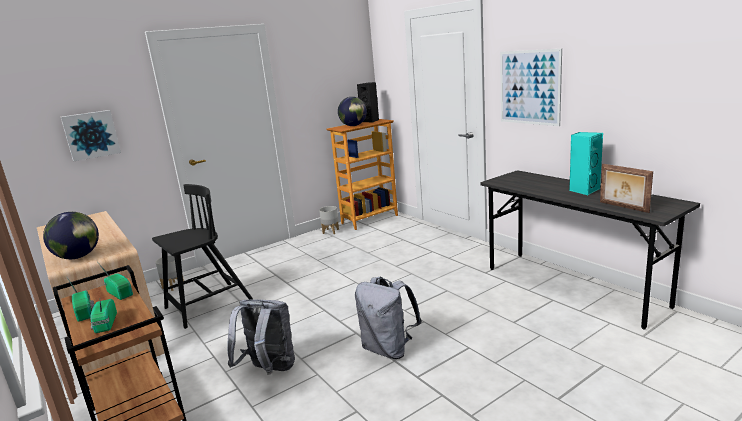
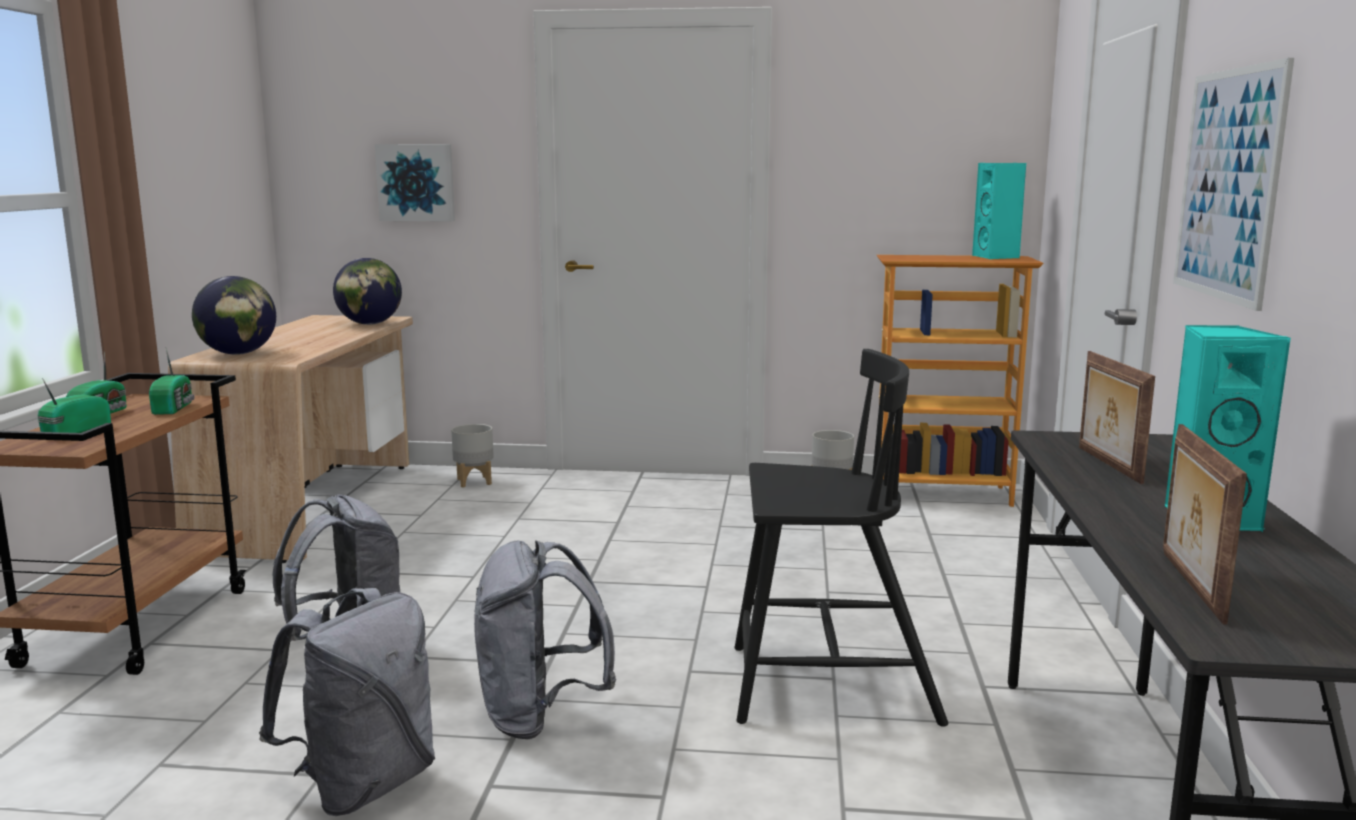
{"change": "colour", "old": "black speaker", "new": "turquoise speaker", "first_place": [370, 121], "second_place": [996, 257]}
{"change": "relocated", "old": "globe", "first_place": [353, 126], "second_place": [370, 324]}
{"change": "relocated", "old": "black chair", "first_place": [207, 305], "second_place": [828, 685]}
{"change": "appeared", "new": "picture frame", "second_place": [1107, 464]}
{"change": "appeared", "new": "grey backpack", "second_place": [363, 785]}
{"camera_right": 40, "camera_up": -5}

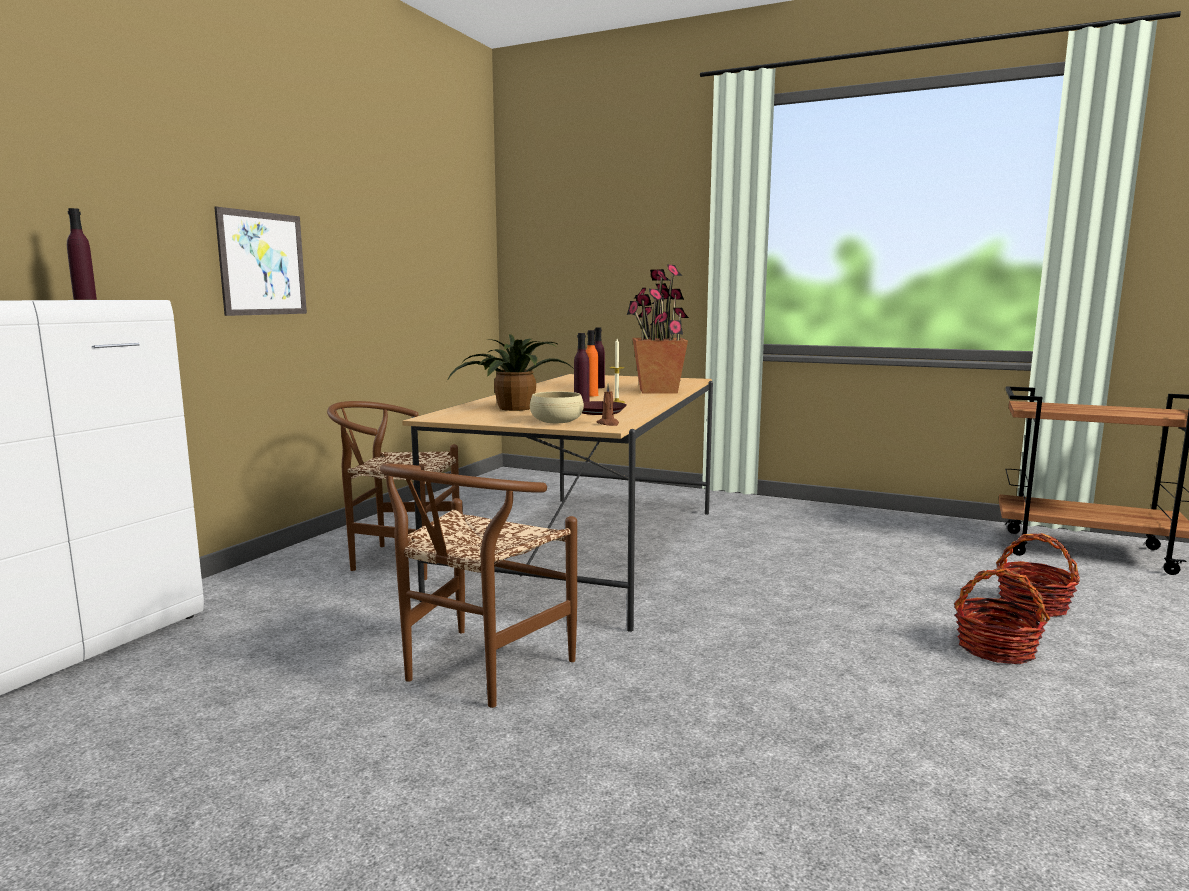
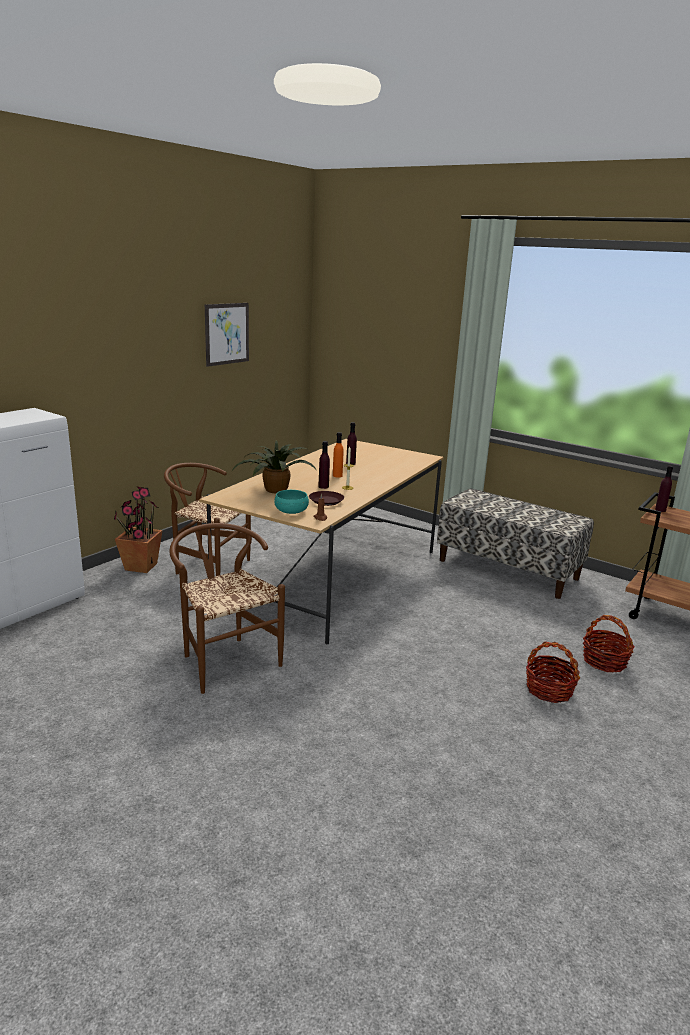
{"change": "relocated", "old": "picture", "first_place": [262, 263], "second_place": [227, 334]}
{"change": "relocated", "old": "purple bottle", "first_place": [85, 299], "second_place": [660, 510]}
{"change": "relocated", "old": "potted plant", "first_place": [657, 391], "second_place": [140, 566]}
{"change": "colour", "old": "beige bowl", "new": "turquoise bowl", "first_place": [557, 421], "second_place": [291, 510]}
{"change": "spun", "old": "brown chair", "first_place": [476, 672], "second_place": [225, 659], "degrees": 105}
{"change": "appeared", "new": "bench", "second_place": [508, 569]}
{"camera_right": 10, "camera_up": 10}

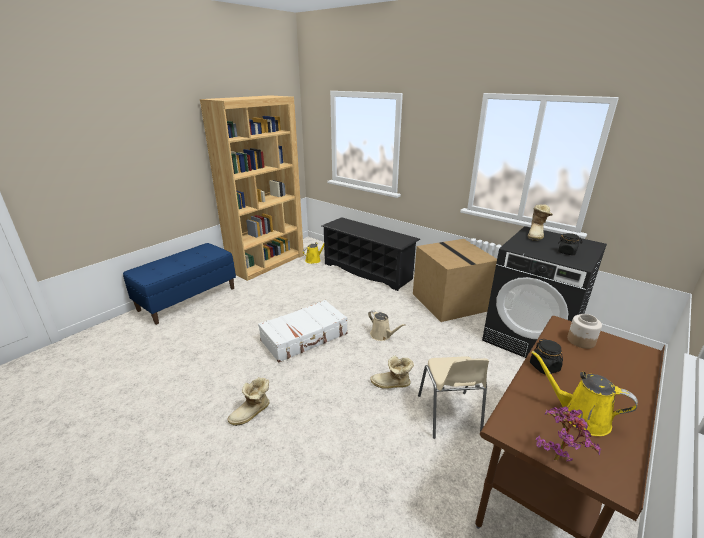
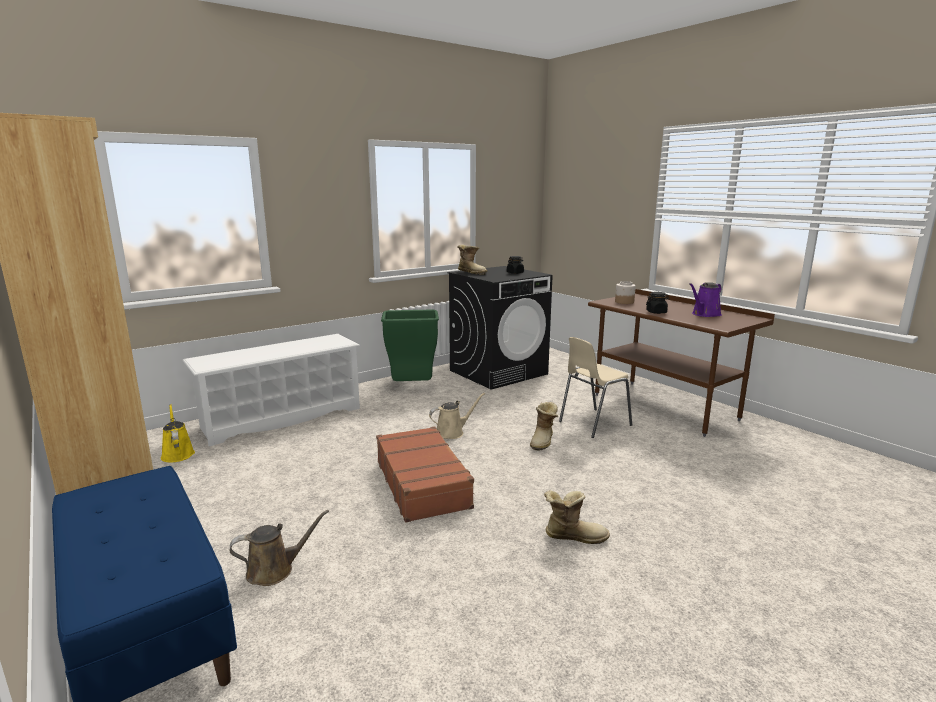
{"change": "colour", "old": "black shoe rack", "new": "white shoe rack", "first_place": [368, 271], "second_place": [282, 418]}
{"change": "exchanged", "old": "cardboard box", "new": "green trash can", "first_place": [451, 302], "second_place": [413, 388]}
{"change": "colour", "old": "white suitcase", "new": "brown suitcase", "first_place": [305, 337], "second_place": [423, 483]}
{"change": "colour", "old": "yellow watering can", "new": "purple watering can", "first_place": [580, 416], "second_place": [704, 314]}
{"change": "spun", "old": "beige chair", "first_place": [449, 416], "second_place": [593, 423], "degrees": 135}
{"change": "spun", "old": "boot", "first_place": [252, 413], "second_place": [574, 536], "degrees": -60}
{"change": "missing", "old": "potted plant", "first_place": [557, 456]}
{"change": "appeared", "new": "brown watering can", "second_place": [275, 570]}
{"camera_right": -75, "camera_up": -10}

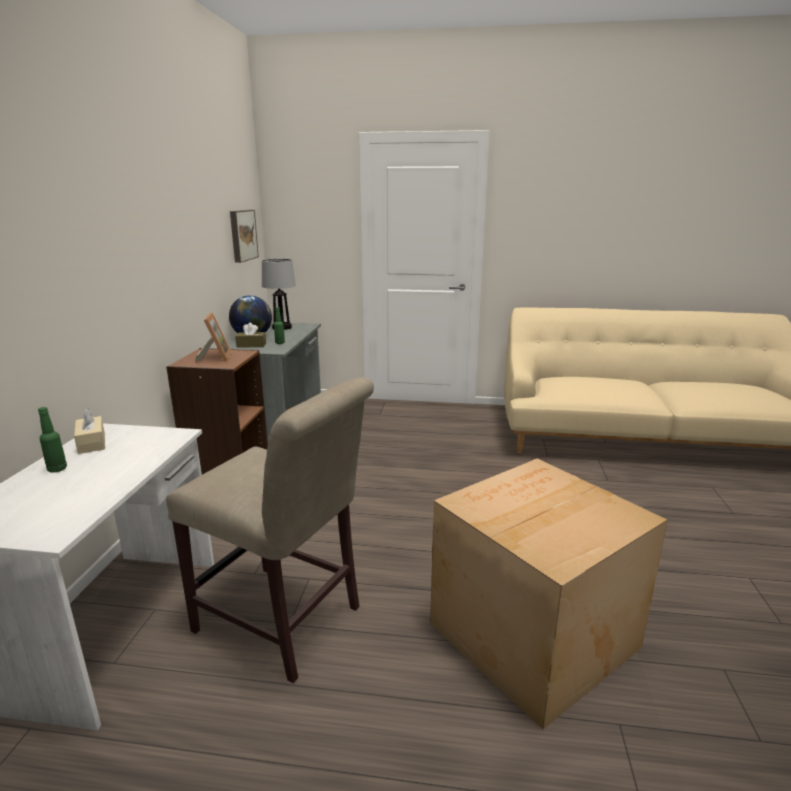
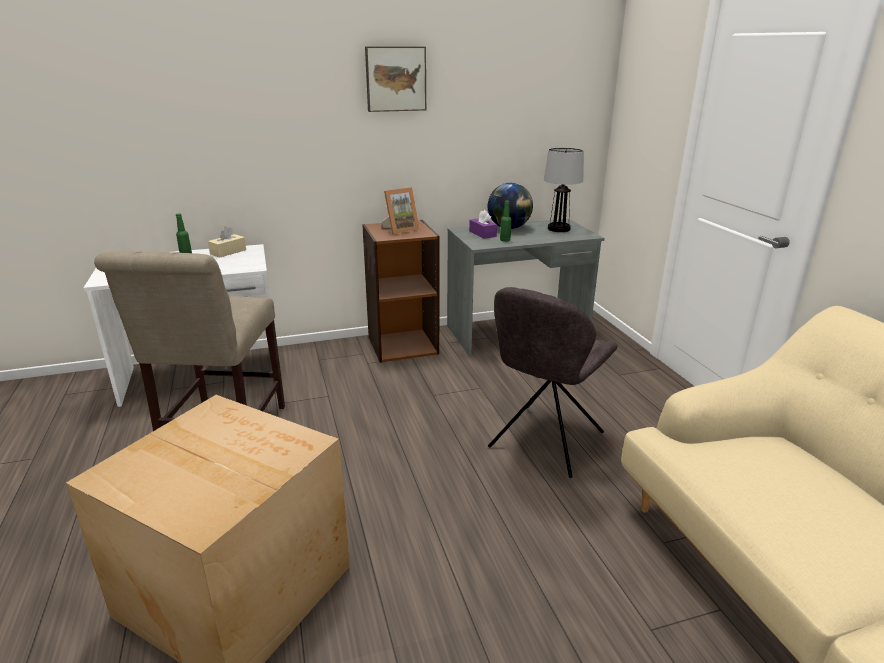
{"change": "relocated", "old": "picture", "first_place": [242, 235], "second_place": [395, 79]}
{"change": "colour", "old": "brown tissue box", "new": "purple tissue box", "first_place": [251, 345], "second_place": [482, 234]}
{"change": "appeared", "new": "grey chair", "second_place": [544, 442]}
{"camera_right": 65, "camera_up": 5}

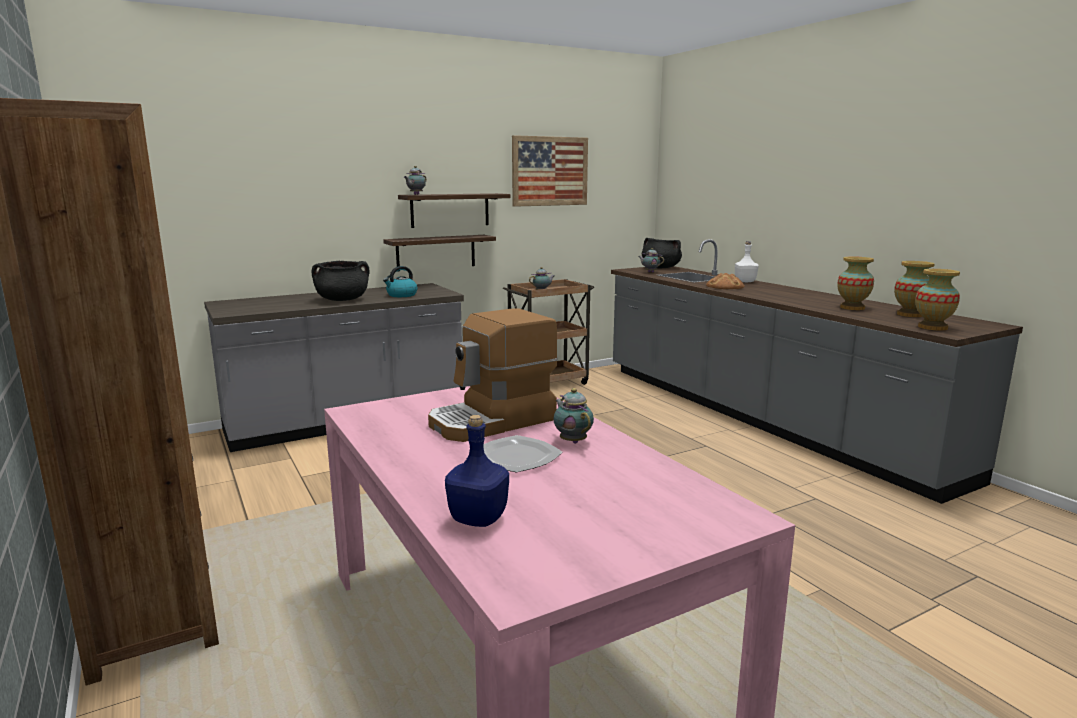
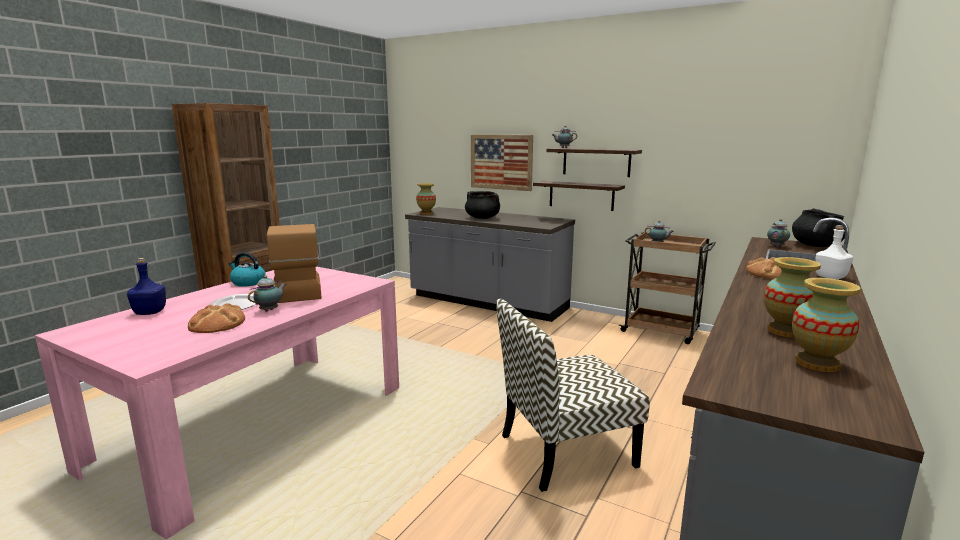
{"change": "relocated", "old": "picture", "first_place": [550, 171], "second_place": [501, 162]}
{"change": "relocated", "old": "kettle", "first_place": [401, 295], "second_place": [247, 282]}
{"change": "relocated", "old": "vase", "first_place": [932, 327], "second_place": [426, 213]}
{"change": "spun", "old": "coffee machine", "first_place": [493, 421], "second_place": [296, 290], "degrees": 45}
{"change": "appeared", "new": "chair", "second_place": [565, 451]}
{"change": "appeared", "new": "bread", "second_place": [217, 324]}
{"camera_right": 60, "camera_up": 0}

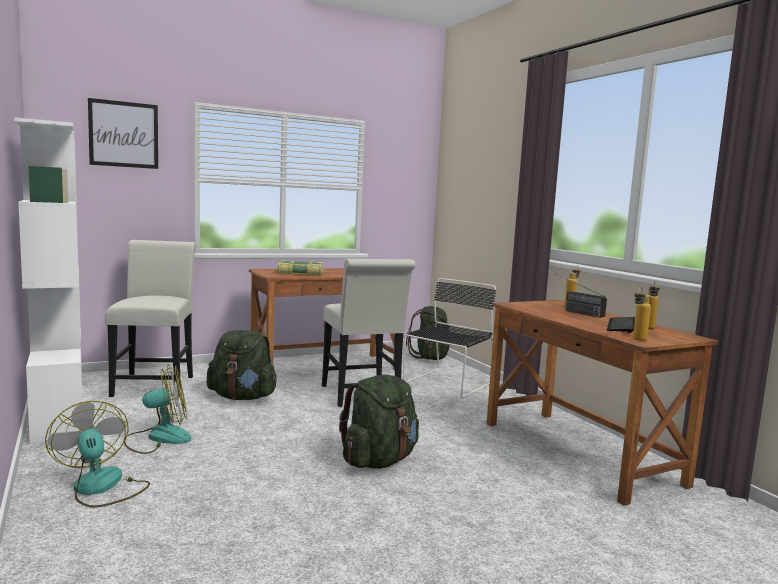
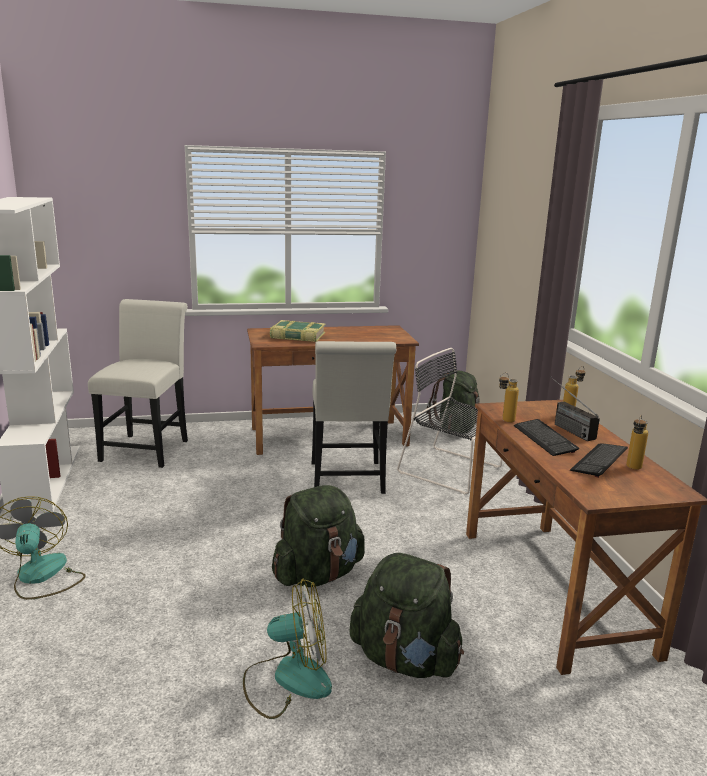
{"change": "missing", "old": "picture", "first_place": [124, 134]}
{"change": "spun", "old": "black chair", "first_place": [447, 384], "second_place": [453, 471], "degrees": -105}
{"change": "relocated", "old": "bottle", "first_place": [637, 340], "second_place": [504, 421]}
{"change": "relocated", "old": "green backpack", "first_place": [242, 397], "second_place": [405, 659]}
{"change": "relocated", "old": "fan", "first_place": [158, 438], "second_place": [288, 679]}
{"change": "appeared", "new": "keyboard", "second_place": [544, 439]}
{"camera_right": 15, "camera_up": 10}

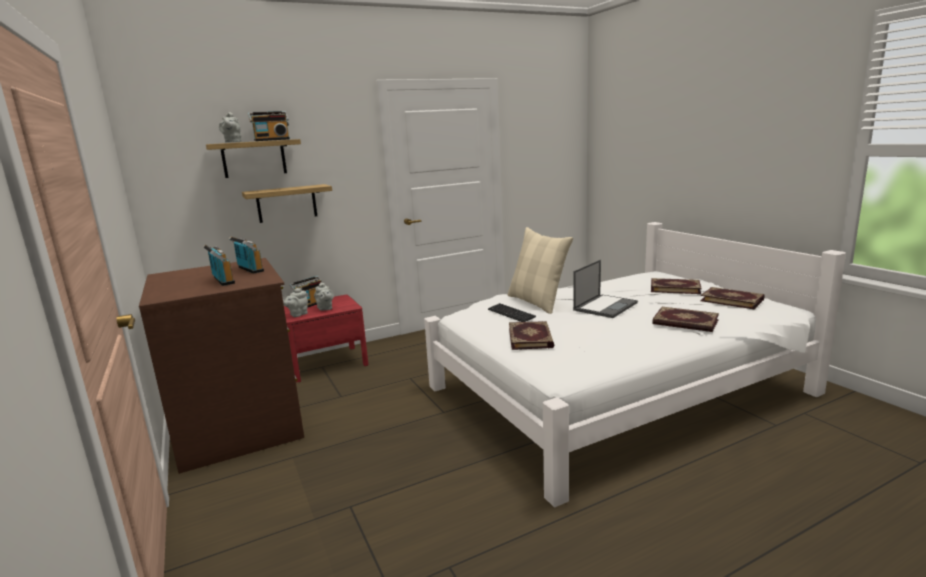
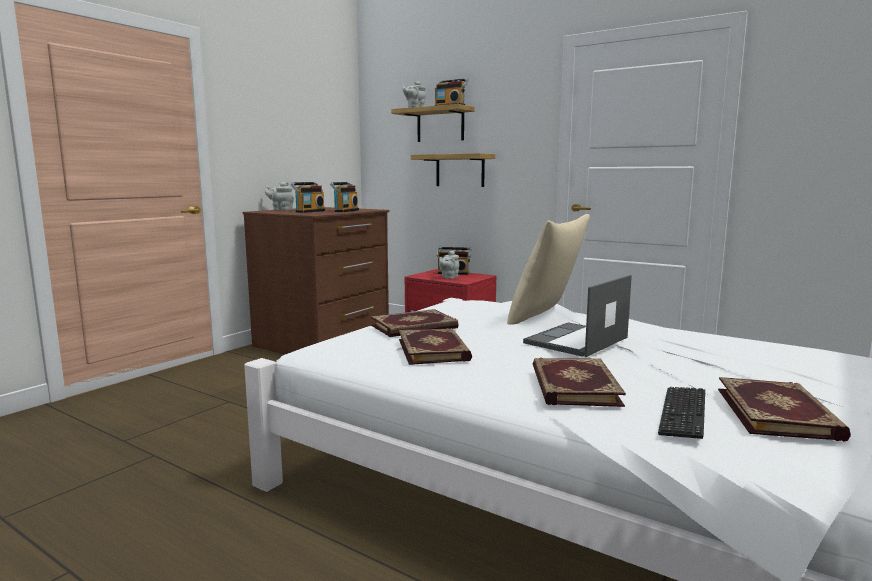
{"change": "spun", "old": "laptop", "first_place": [605, 306], "second_place": [576, 341], "degrees": 120}
{"change": "relocated", "old": "book", "first_place": [675, 288], "second_place": [434, 349]}
{"change": "relocated", "old": "grey teapot", "first_place": [297, 314], "second_place": [281, 210]}
{"change": "relocated", "old": "keyboard", "first_place": [511, 314], "second_place": [683, 414]}
{"camera_right": 60, "camera_up": -5}

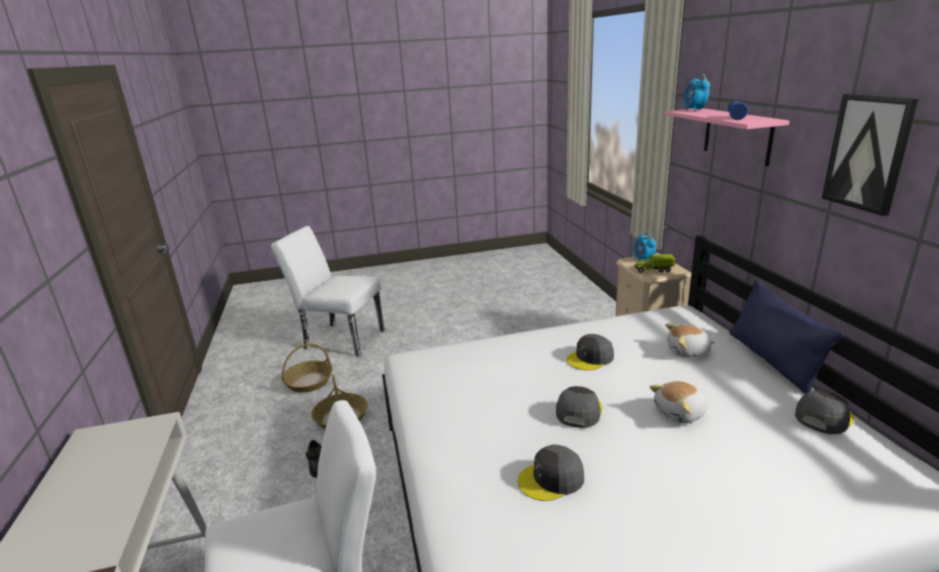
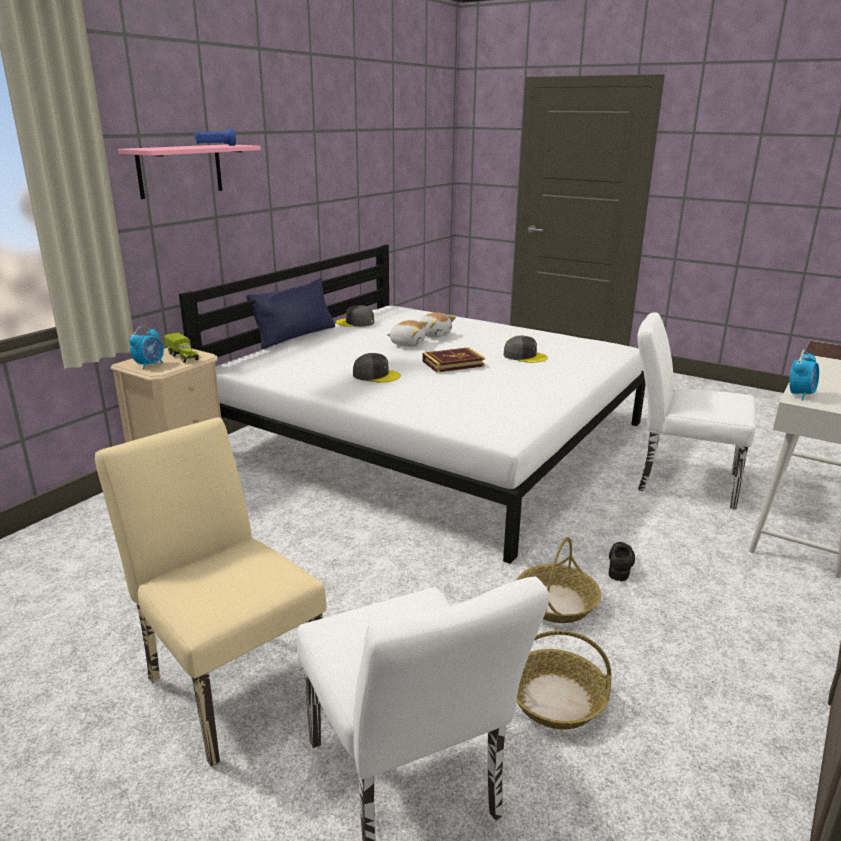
{"change": "relocated", "old": "alarm clock", "first_place": [694, 110], "second_place": [800, 395]}
{"change": "missing", "old": "picture", "first_place": [868, 153]}
{"change": "relocated", "old": "plush toy", "first_place": [688, 352], "second_place": [434, 335]}
{"change": "exchanged", "old": "grey cap", "new": "book", "first_place": [578, 411], "second_place": [453, 363]}
{"change": "appeared", "new": "beige chair", "second_place": [228, 680]}
{"camera_right": -135, "camera_up": 0}

